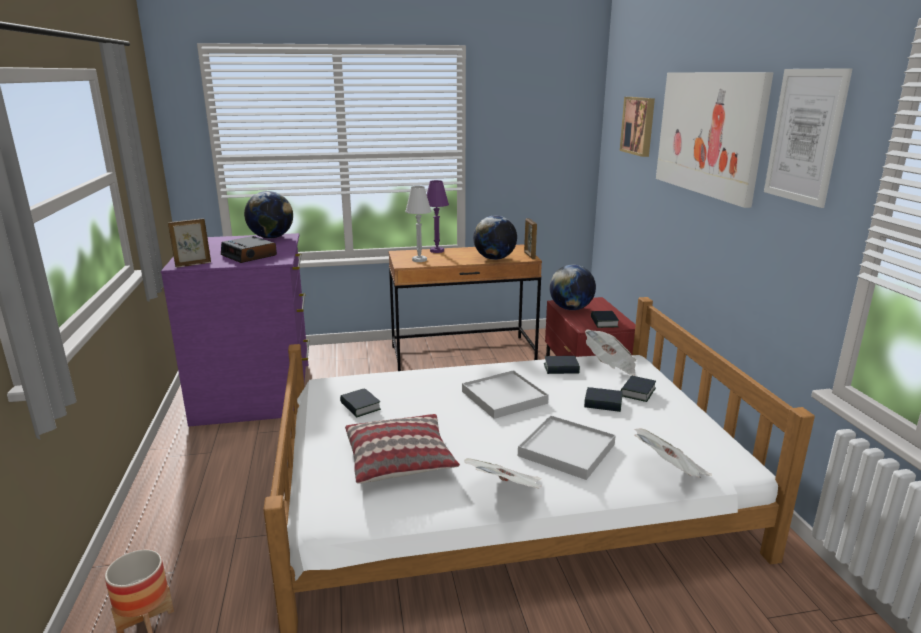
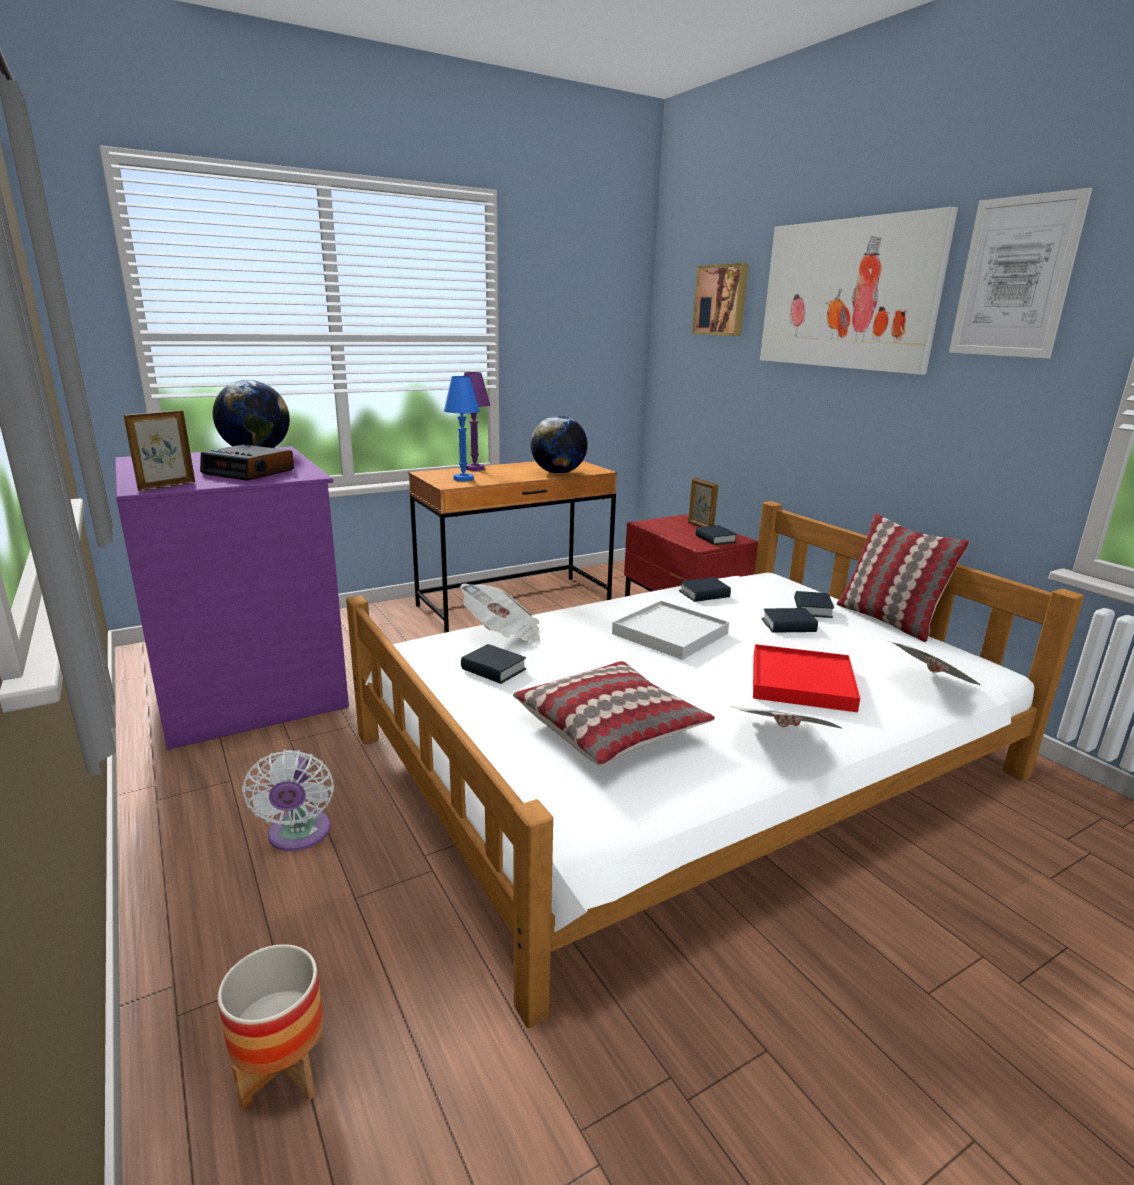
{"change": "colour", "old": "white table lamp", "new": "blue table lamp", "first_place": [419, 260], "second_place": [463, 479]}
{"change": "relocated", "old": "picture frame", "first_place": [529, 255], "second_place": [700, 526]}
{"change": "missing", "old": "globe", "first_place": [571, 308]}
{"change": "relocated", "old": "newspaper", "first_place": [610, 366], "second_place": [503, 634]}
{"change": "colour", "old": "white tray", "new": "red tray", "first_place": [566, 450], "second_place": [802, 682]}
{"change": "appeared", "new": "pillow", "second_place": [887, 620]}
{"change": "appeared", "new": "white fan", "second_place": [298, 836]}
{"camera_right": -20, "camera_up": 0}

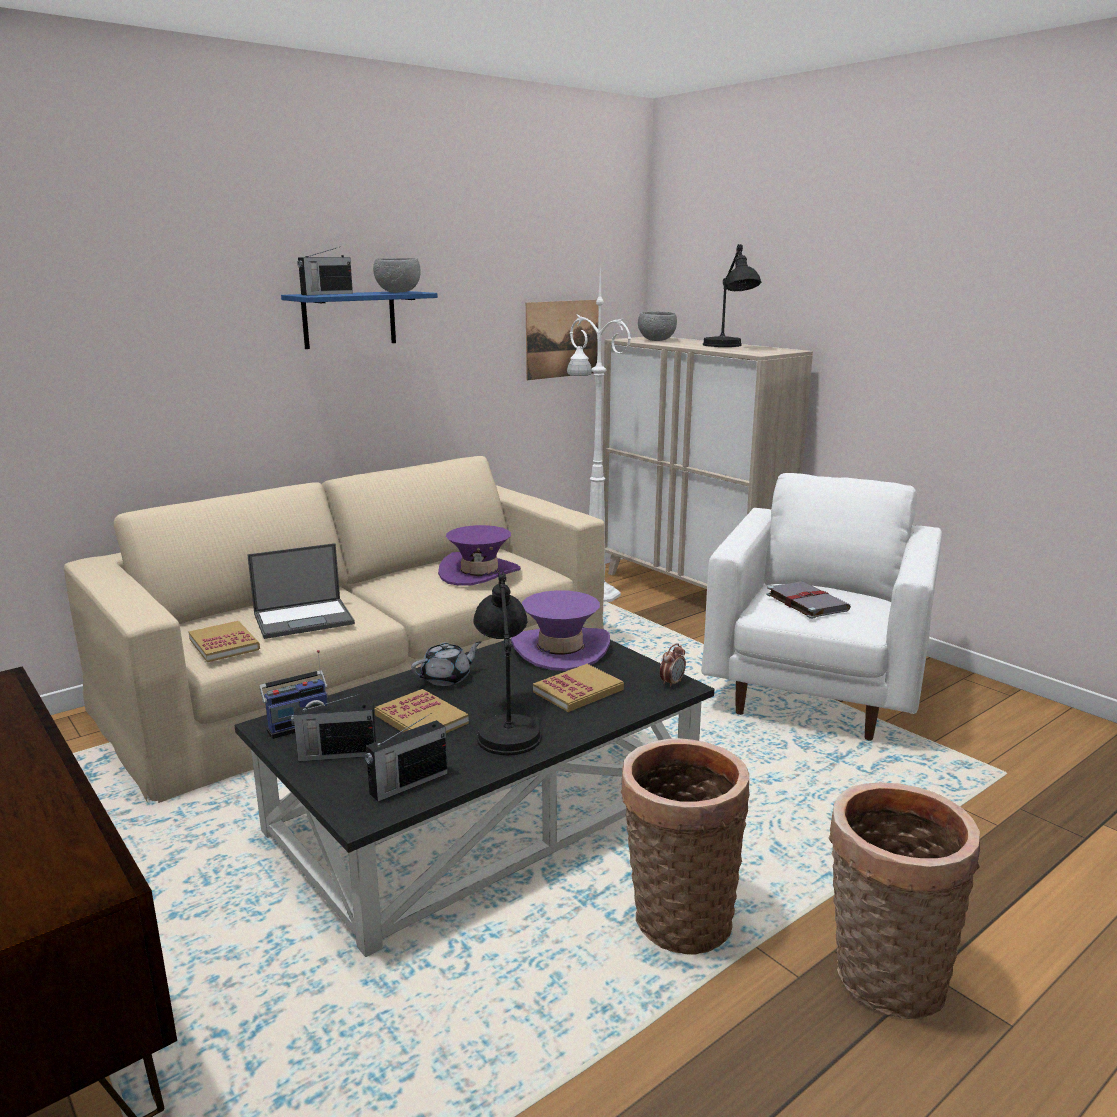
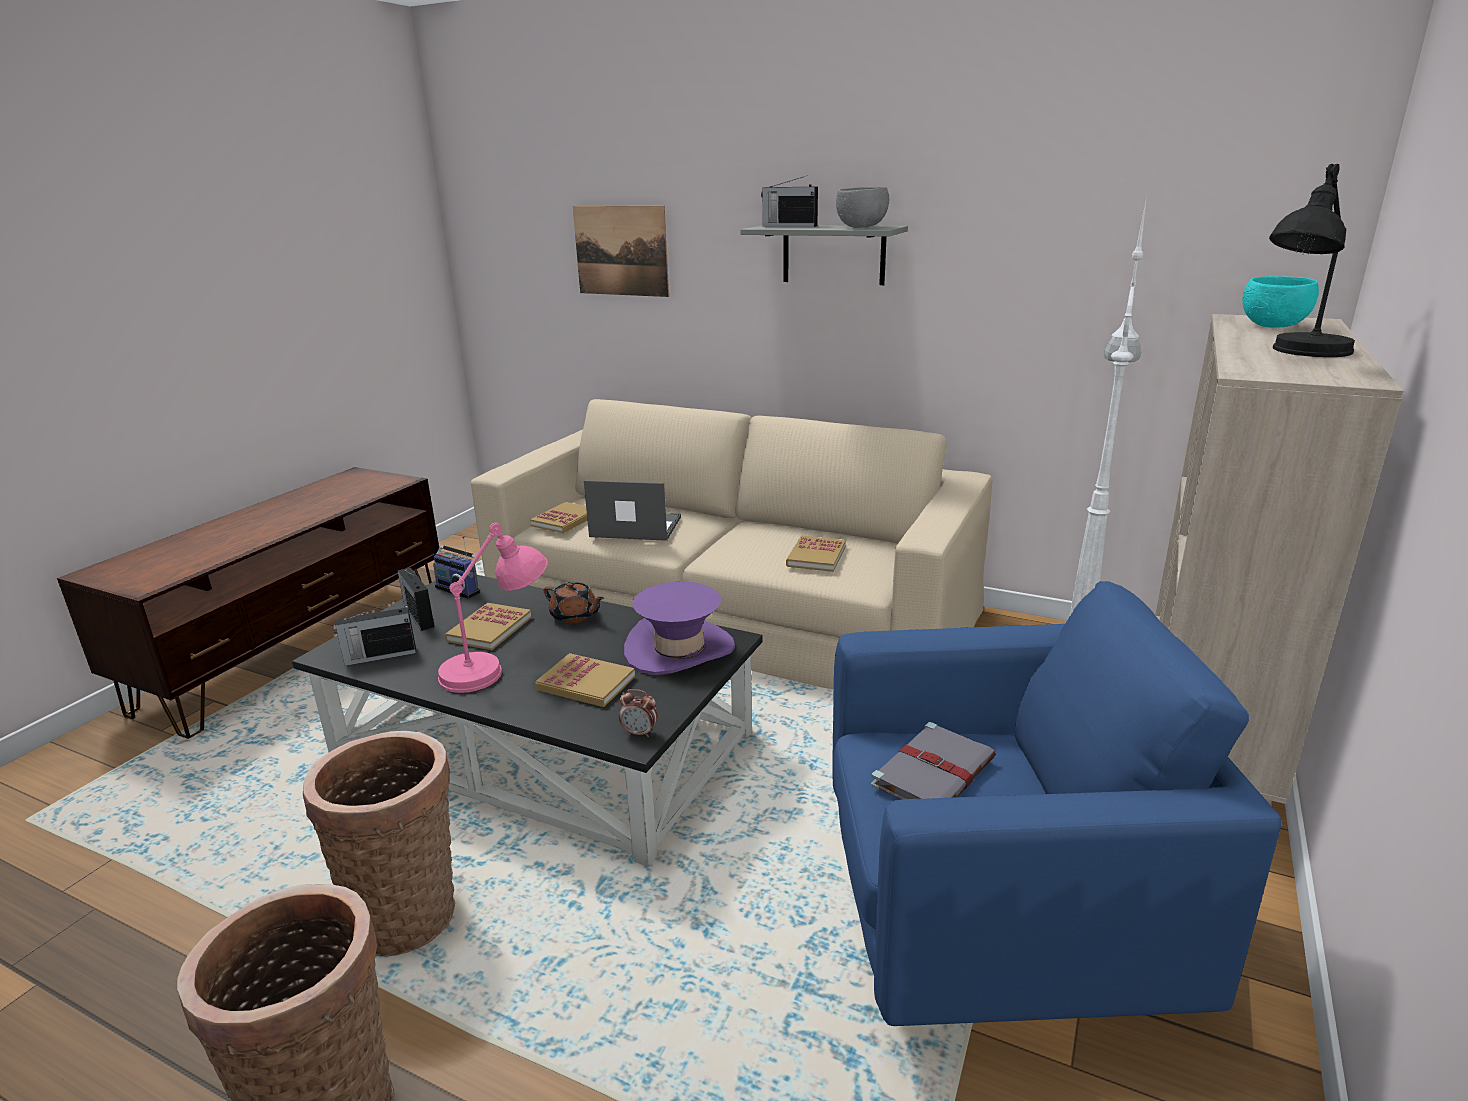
{"change": "colour", "old": "blue shelf", "new": "grey shelf", "first_place": [349, 319], "second_place": [833, 254]}
{"change": "relocated", "old": "picture", "first_place": [562, 339], "second_place": [621, 251]}
{"change": "colour", "old": "grey bowl", "new": "turquoise bowl", "first_place": [656, 340], "second_place": [1272, 326]}
{"change": "colour", "old": "white armchair", "new": "blue armchair", "first_place": [815, 694], "second_place": [991, 929]}
{"change": "exchanged", "old": "purple hat", "new": "book", "first_place": [479, 573], "second_place": [816, 556]}
{"change": "spun", "old": "laptop", "first_place": [305, 618], "second_place": [634, 527], "degrees": 150}
{"change": "colour", "old": "black table lamp", "new": "pink table lamp", "first_place": [506, 724], "second_place": [498, 666]}
{"change": "colour", "old": "grey teapot", "new": "brown teapot", "first_place": [447, 678], "second_place": [575, 616]}
{"change": "spun", "old": "radio", "first_place": [407, 784], "second_place": [379, 656], "degrees": -45}
{"camera_right": 65, "camera_up": 5}

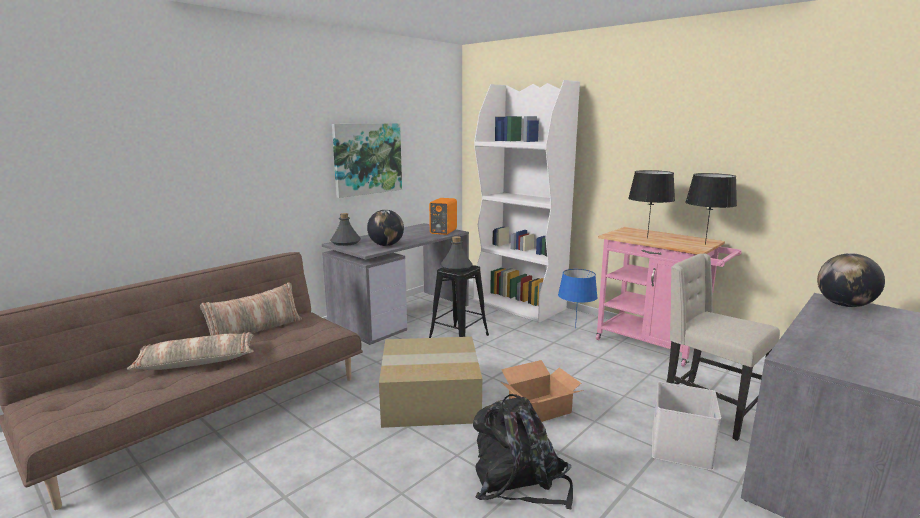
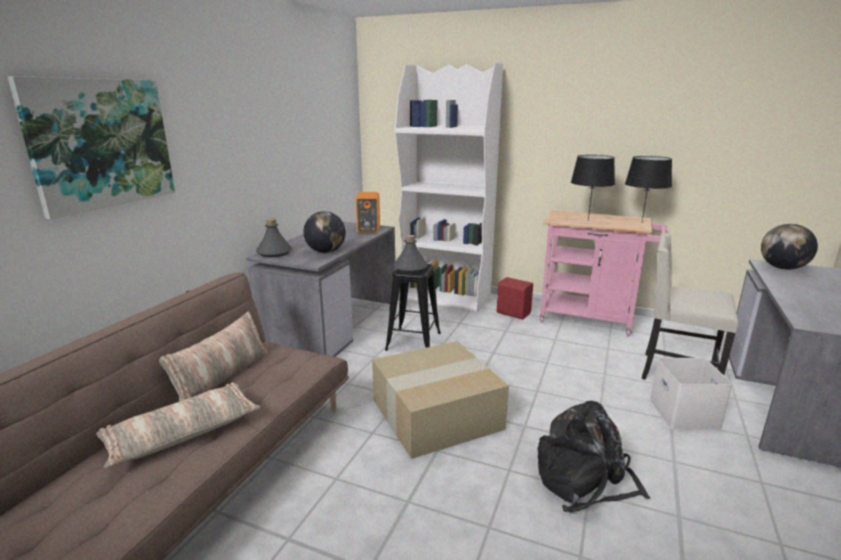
{"change": "relocated", "old": "picture", "first_place": [367, 159], "second_place": [101, 143]}
{"change": "exchanged", "old": "blue table lamp", "new": "red speaker", "first_place": [575, 328], "second_place": [513, 313]}
{"change": "missing", "old": "cardboard box", "first_place": [540, 409]}
{"camera_right": -20, "camera_up": 5}

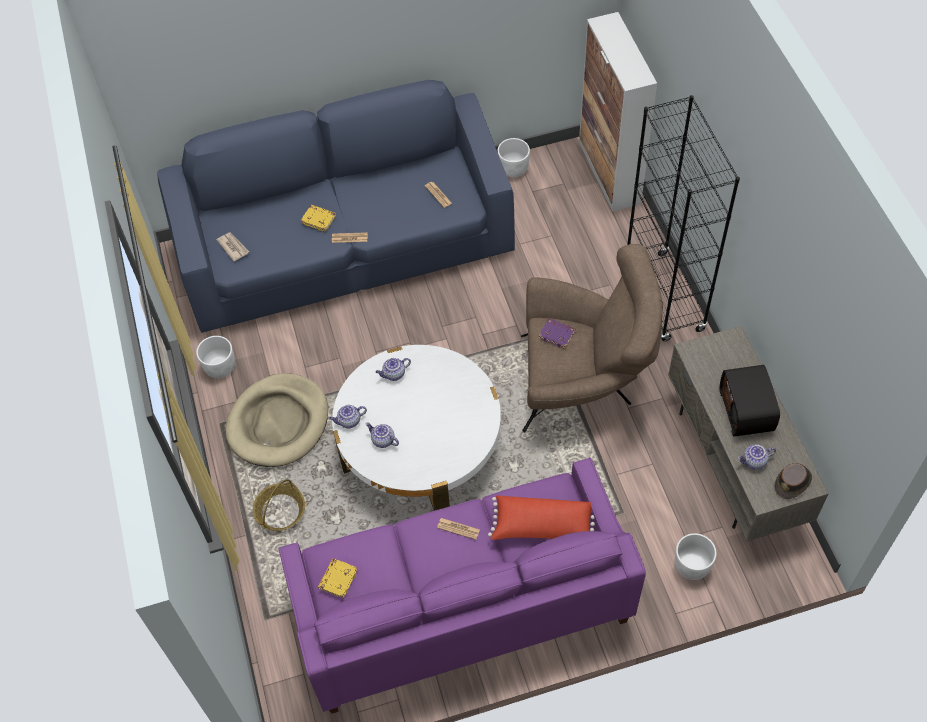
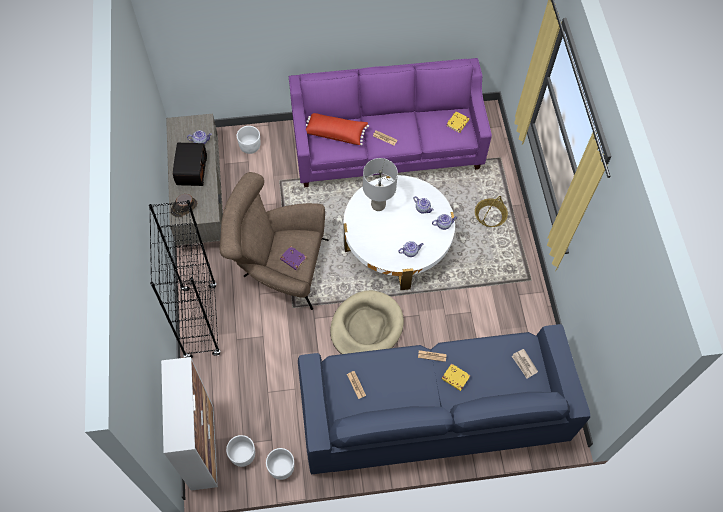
{"change": "relocated", "old": "white planter", "first_place": [219, 367], "second_place": [243, 455]}
{"change": "relocated", "old": "beige dog bed", "first_place": [278, 423], "second_place": [366, 327]}
{"change": "relocated", "old": "brown hat", "first_place": [793, 482], "second_place": [184, 208]}
{"change": "appeared", "new": "grey table lamp", "second_place": [378, 205]}
{"camera_right": -175, "camera_up": 5}

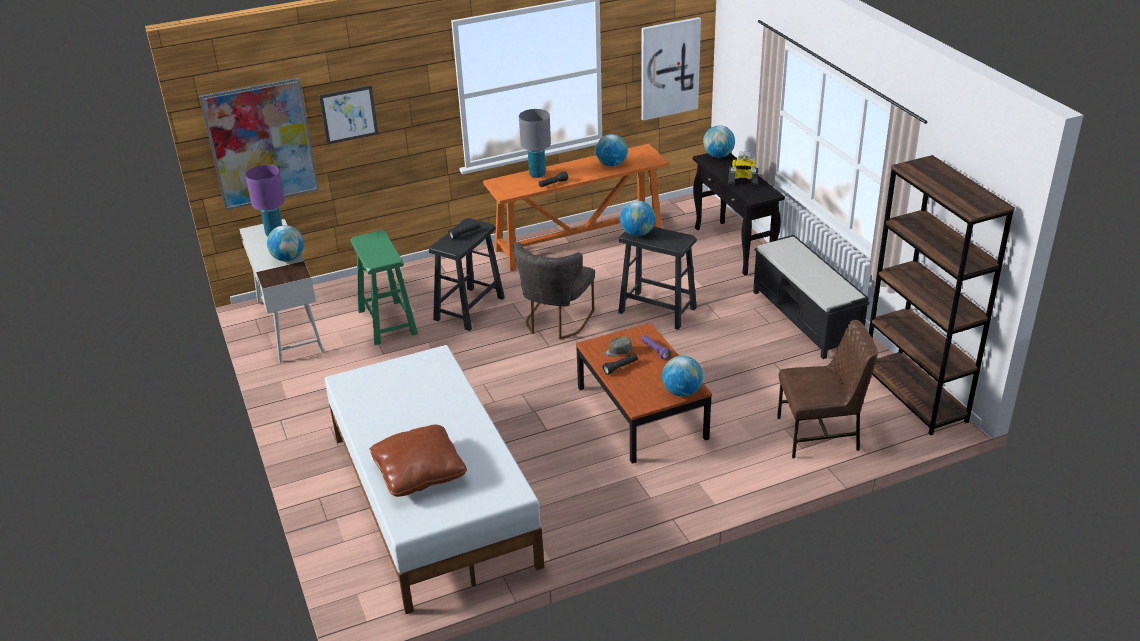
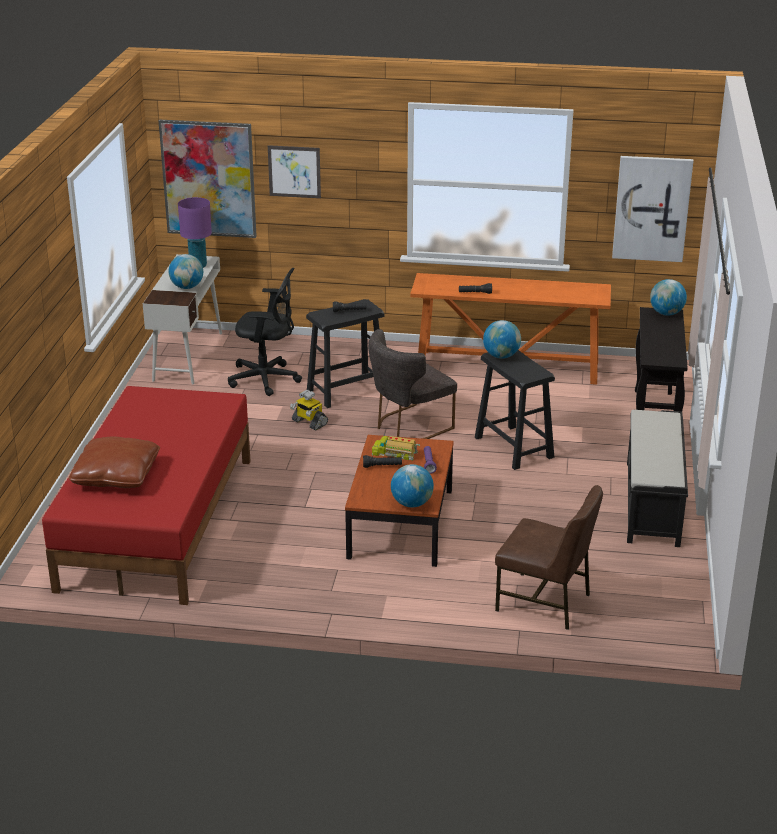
{"change": "missing", "old": "grey table lamp", "first_place": [537, 174]}
{"change": "missing", "old": "globe", "first_place": [611, 164]}
{"change": "relocated", "old": "toy robot", "first_place": [742, 181], "second_place": [309, 422]}
{"change": "missing", "old": "brown bookcase", "first_place": [914, 396]}
{"change": "exchanged", "old": "green stool", "new": "black office chair", "first_place": [387, 323], "second_place": [267, 379]}
{"change": "exchanged", "old": "grey cap", "new": "toy truck", "first_place": [618, 351], "second_place": [395, 453]}
{"change": "colour", "old": "white bed", "new": "red bed", "first_place": [431, 500], "second_place": [156, 523]}
{"camera_right": 30, "camera_up": -5}

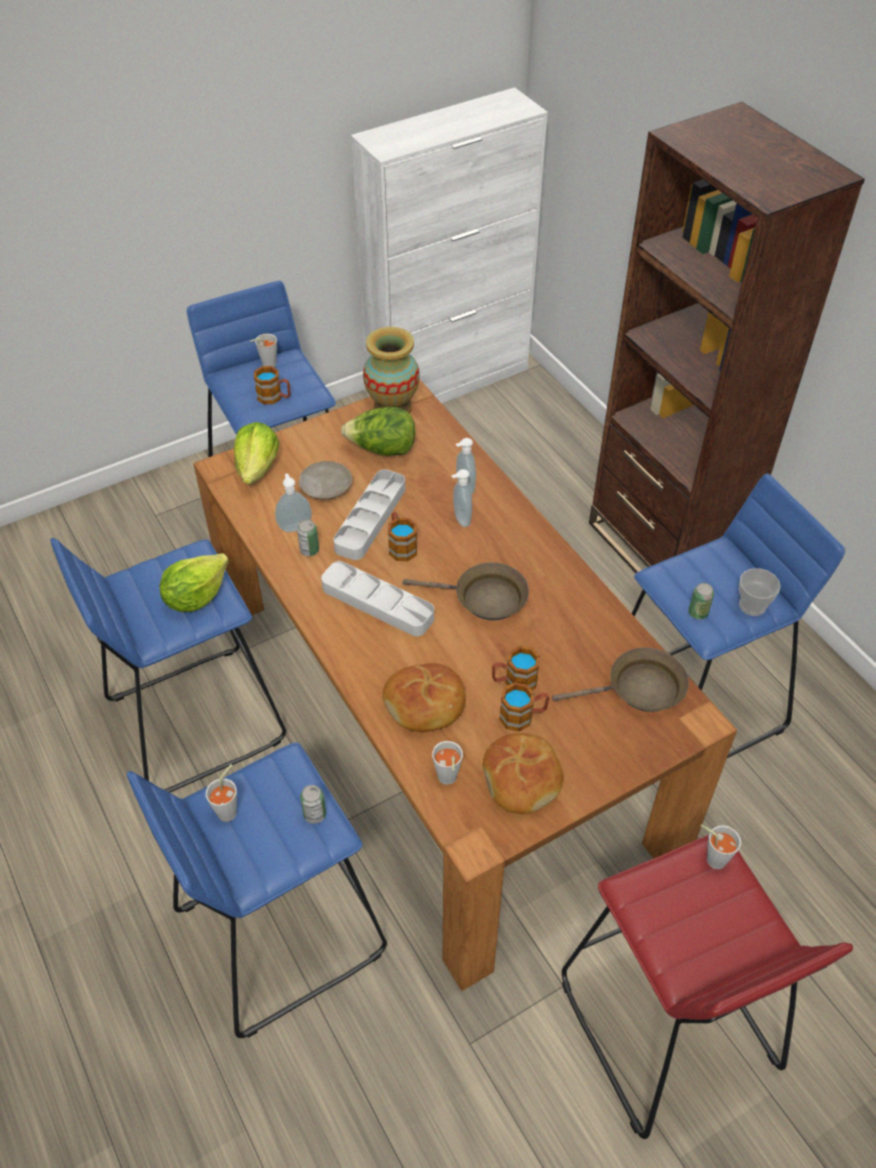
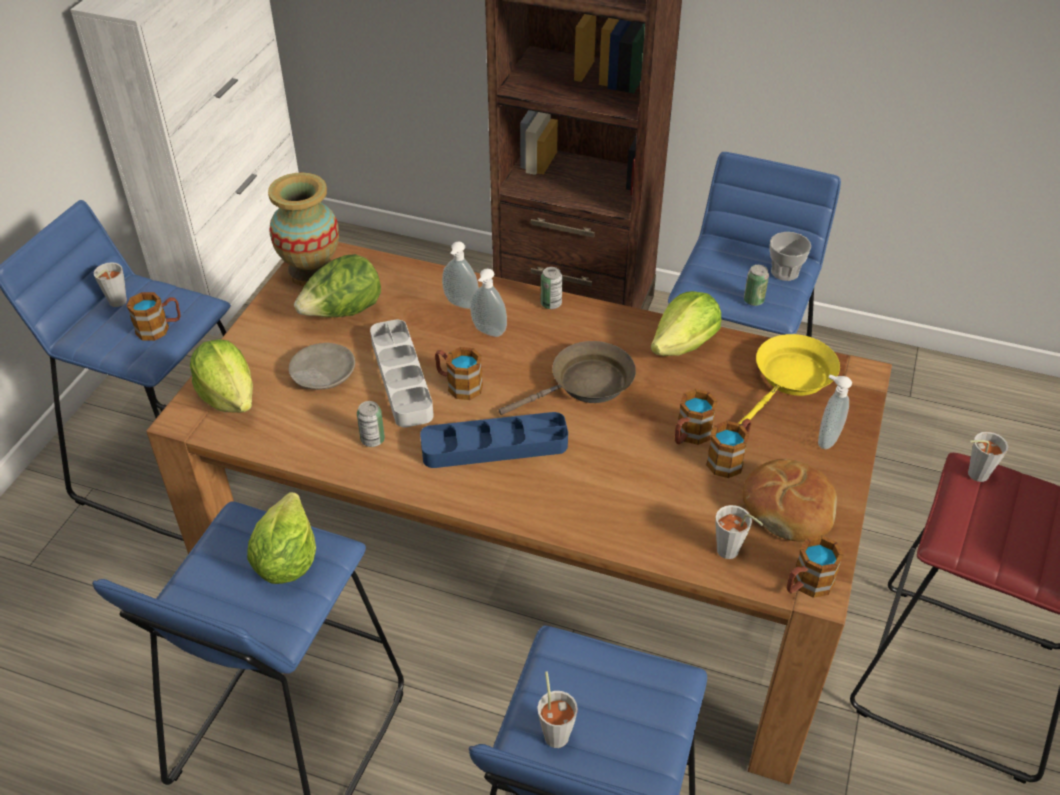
{"change": "relocated", "old": "soap dispenser", "first_place": [295, 526], "second_place": [826, 439]}
{"change": "colour", "old": "grey tray", "new": "blue tray", "first_place": [377, 603], "second_place": [494, 446]}
{"change": "colour", "old": "brown frying pan", "new": "yellow frying pan", "first_place": [639, 689], "second_place": [791, 379]}
{"change": "missing", "old": "bread", "first_place": [425, 705]}
{"change": "relocated", "old": "can", "first_place": [315, 814], "second_place": [551, 304]}
{"change": "appeared", "new": "lettuce", "second_place": [684, 345]}
{"change": "appeared", "new": "mug", "second_place": [806, 585]}
{"camera_right": -40, "camera_up": -5}

